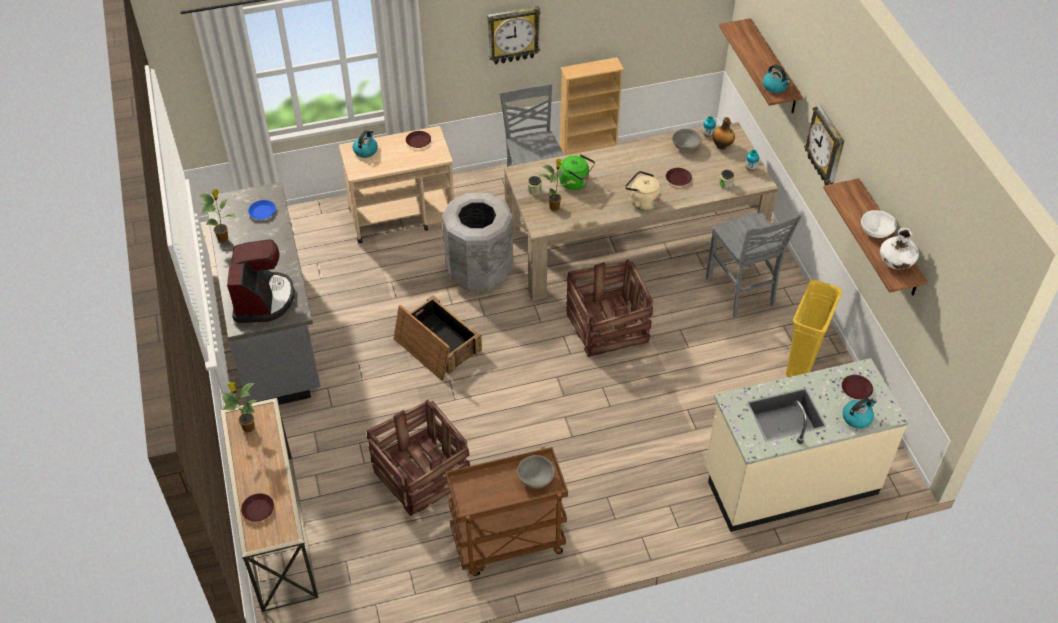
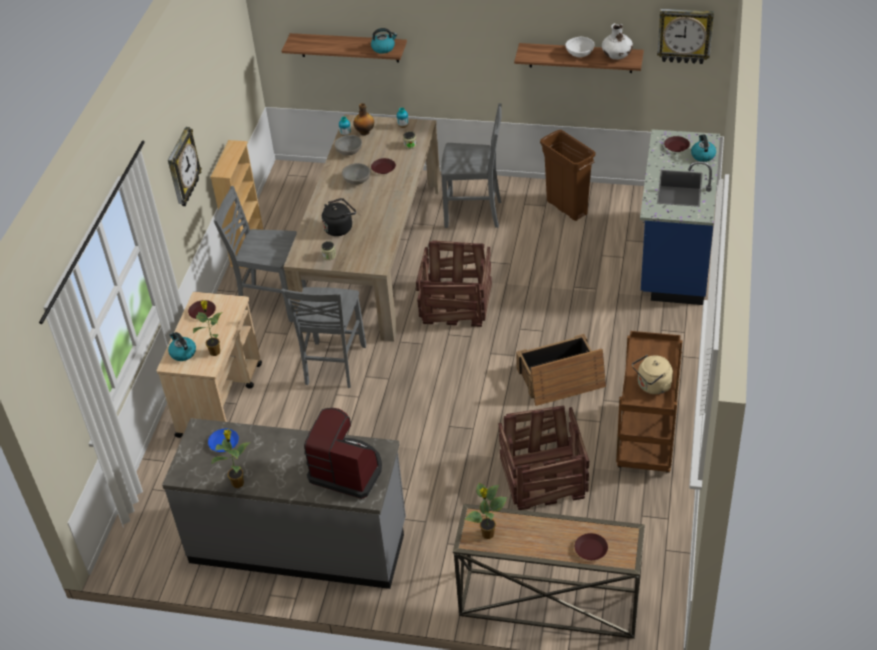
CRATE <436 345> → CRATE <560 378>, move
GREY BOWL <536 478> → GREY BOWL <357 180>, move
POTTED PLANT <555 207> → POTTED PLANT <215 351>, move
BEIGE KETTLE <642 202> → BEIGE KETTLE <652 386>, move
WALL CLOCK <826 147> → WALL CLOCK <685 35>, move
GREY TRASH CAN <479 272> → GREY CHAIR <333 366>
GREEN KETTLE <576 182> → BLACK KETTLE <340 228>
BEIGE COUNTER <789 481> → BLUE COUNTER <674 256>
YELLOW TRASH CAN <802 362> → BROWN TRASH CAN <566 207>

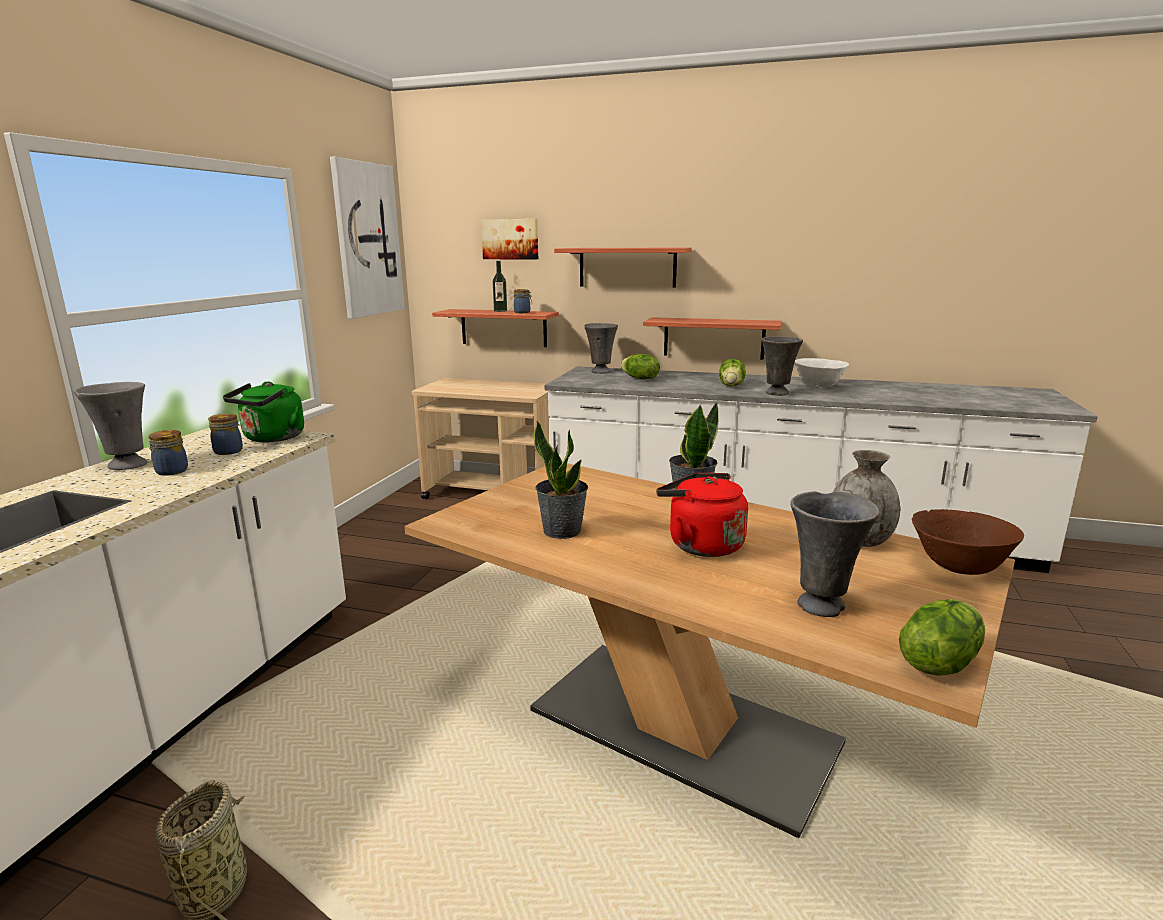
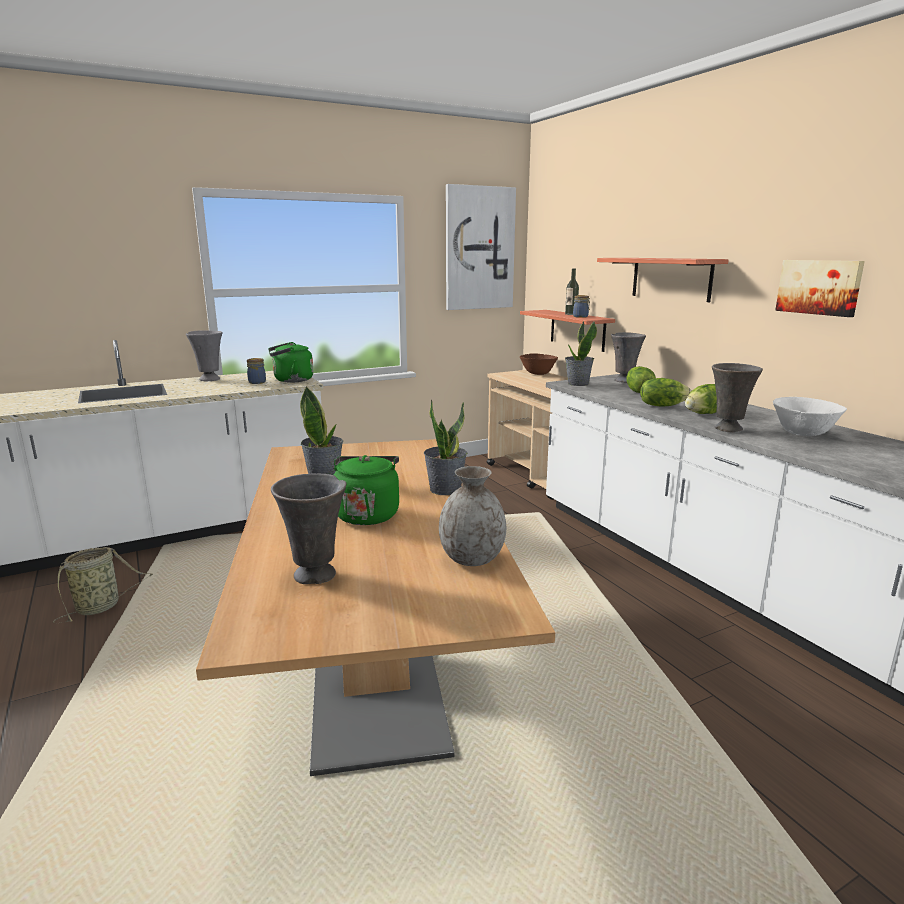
JAR <170 472> → -
SHELF <713 338> → -
- → POTTED PLANT <577 384>
PICTURE <510 239> → PICTURE <819 287>, move
LETTUCE <938 662> → LETTUCE <662 405>, move
BROWN BOWL <958 569> → BROWN BOWL <537 374>, move
RED KETTLE <701 544> → GREEN KETTLE <366 514>

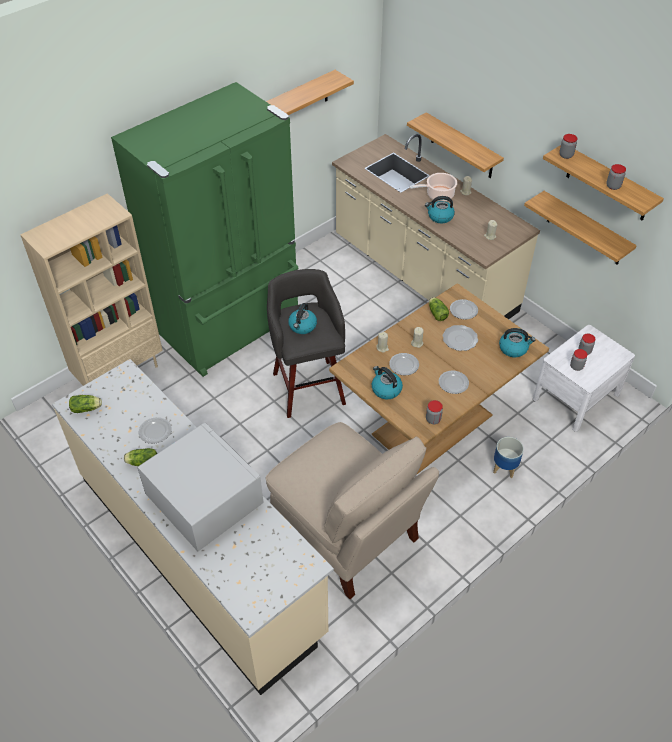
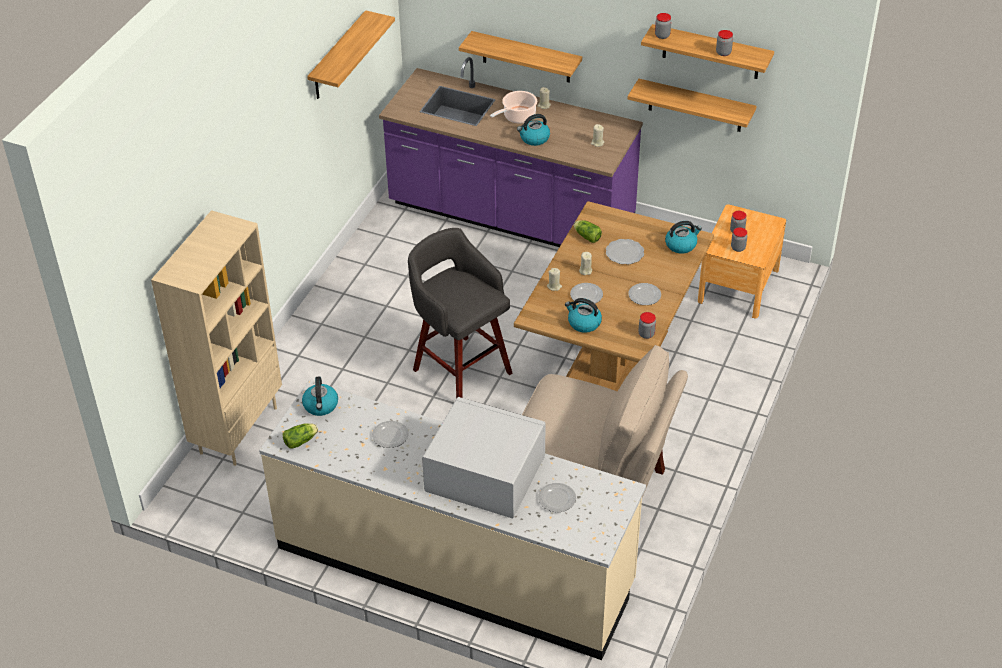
GREEN FRIDGE <231 327> → -
LETTUCE <142 463> → -
PLANTER <504 468> → -
KETTLE <302 326> → KETTLE <321 406>, move
PLATE <463 310> → PLATE <556 499>, move
BEIGE COUNTER <423 275> → PURPLE COUNTER <511 216>
WHITE NIGHTSTAND <576 397> → BROWN NIGHTSTAND <738 285>

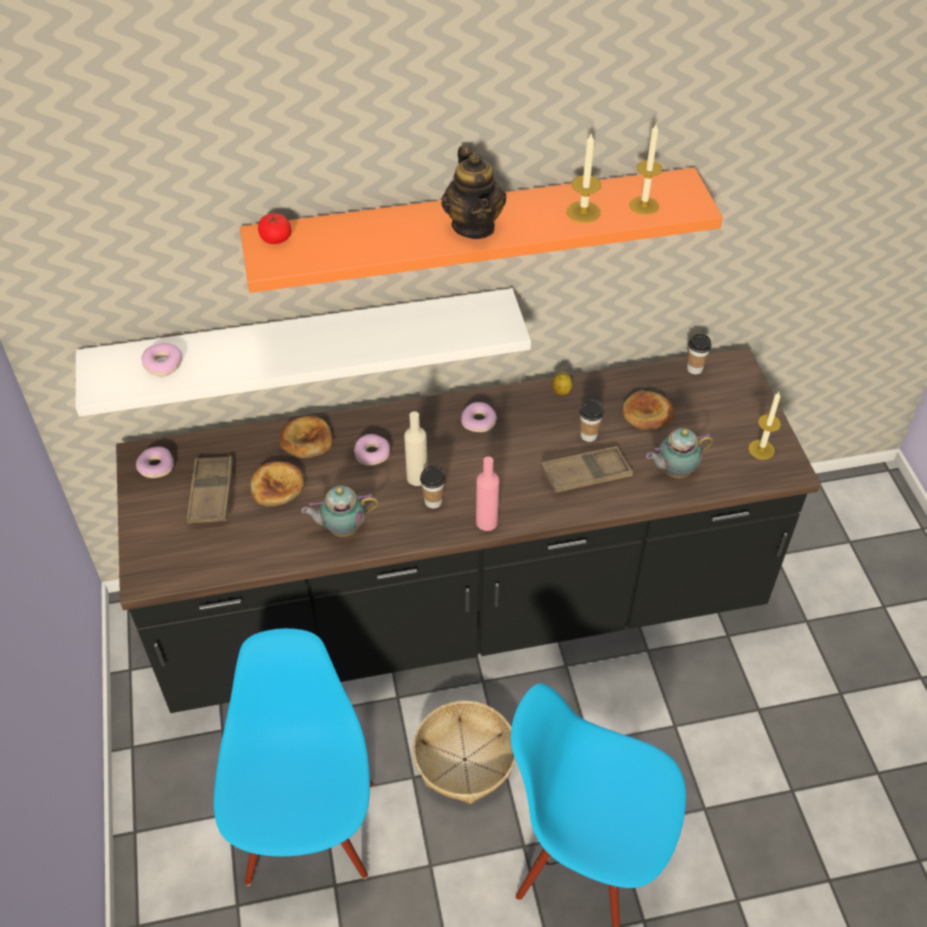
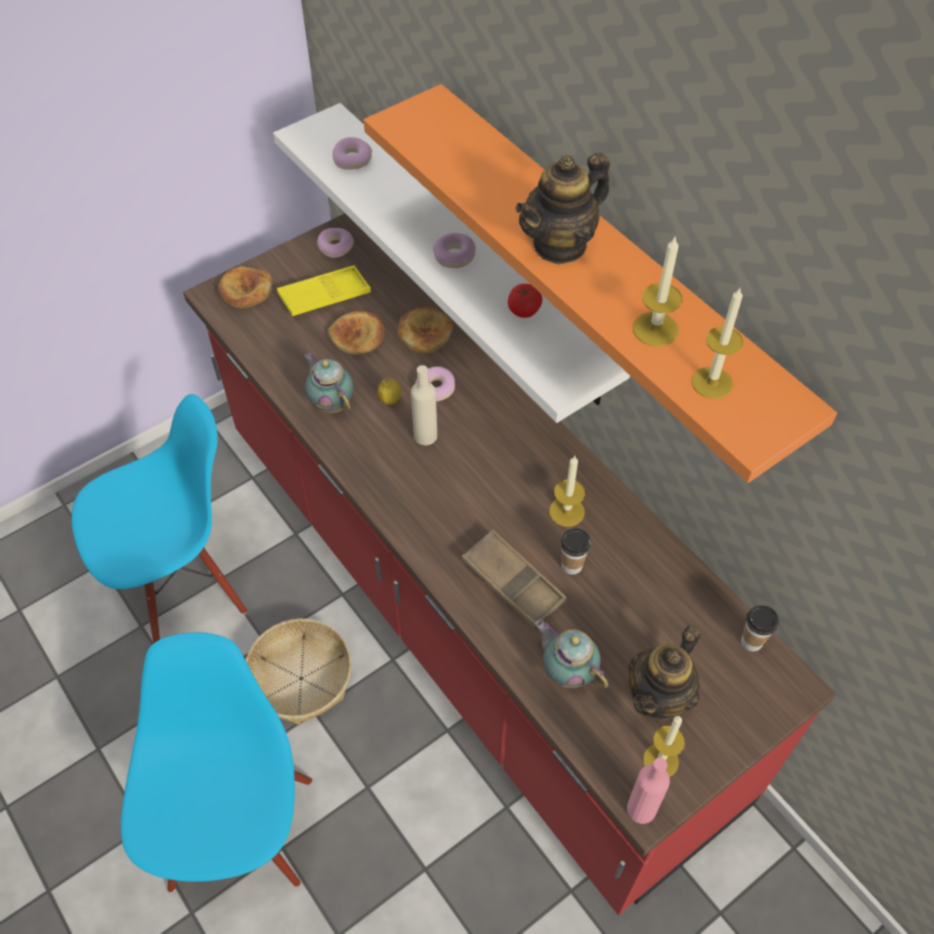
CUP <433 501> → -
- → CANDLE <566 511>
- → TEAPOT <659 696>
TOMATO <276 238> → TOMATO <524 310>, move
DONUT <479 421> → DONUT <454 256>, move
PINK BOTTLE <486 522> → PINK BOTTLE <641 809>, move
LEMON <561 392> → LEMON <390 400>, move
BREAD <647 413> → BREAD <245 290>, move
BLACK COUNTER <463 609> → RED COUNTER <466 608>
BROWN TRAY <211 494> → YELLOW TRAY <324 296>

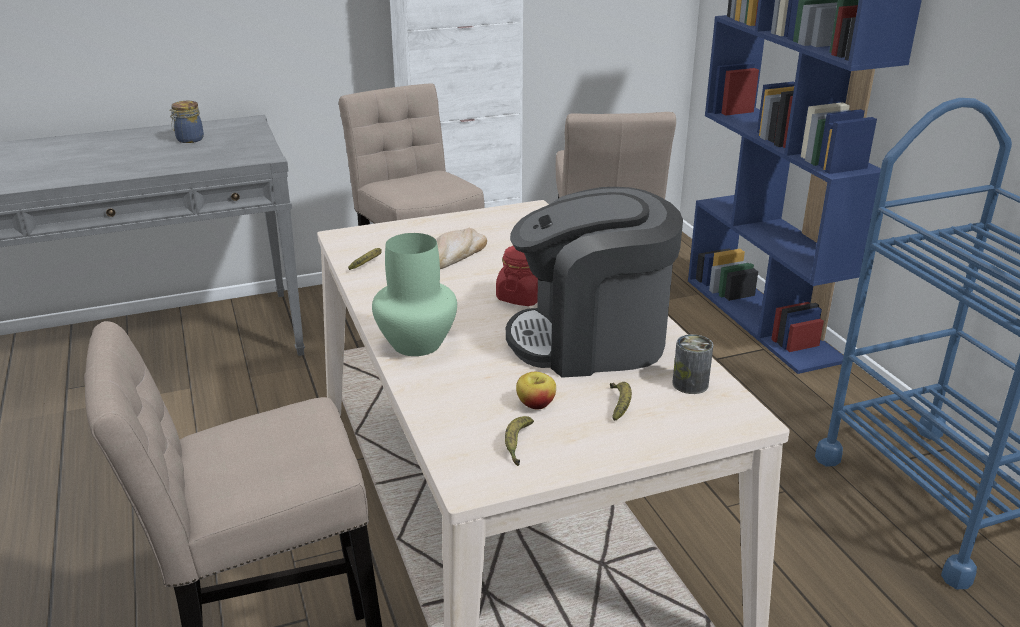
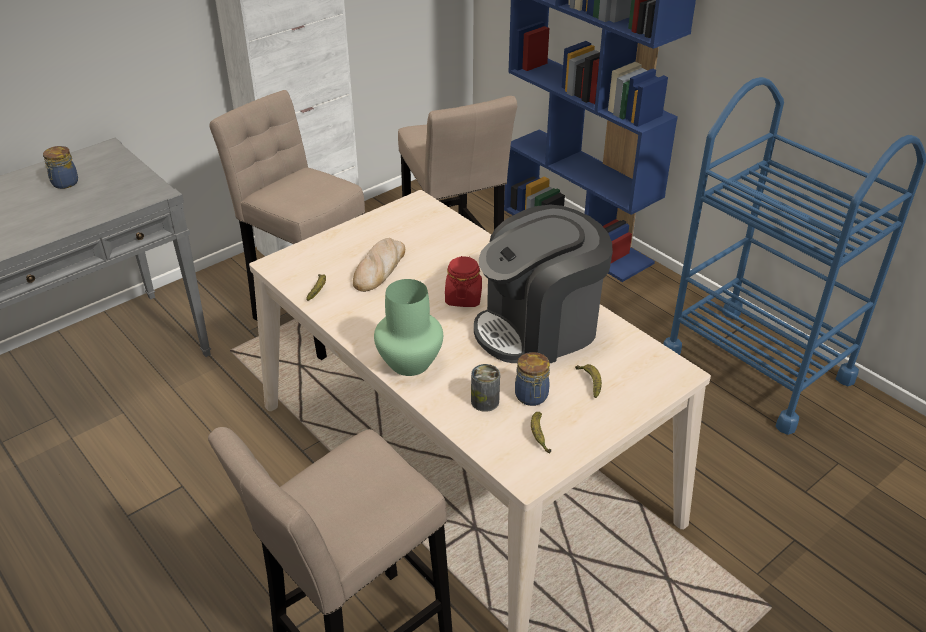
CAN <690 384> → CAN <485 401>, move
APPLE <535 404> → JAR <531 397>

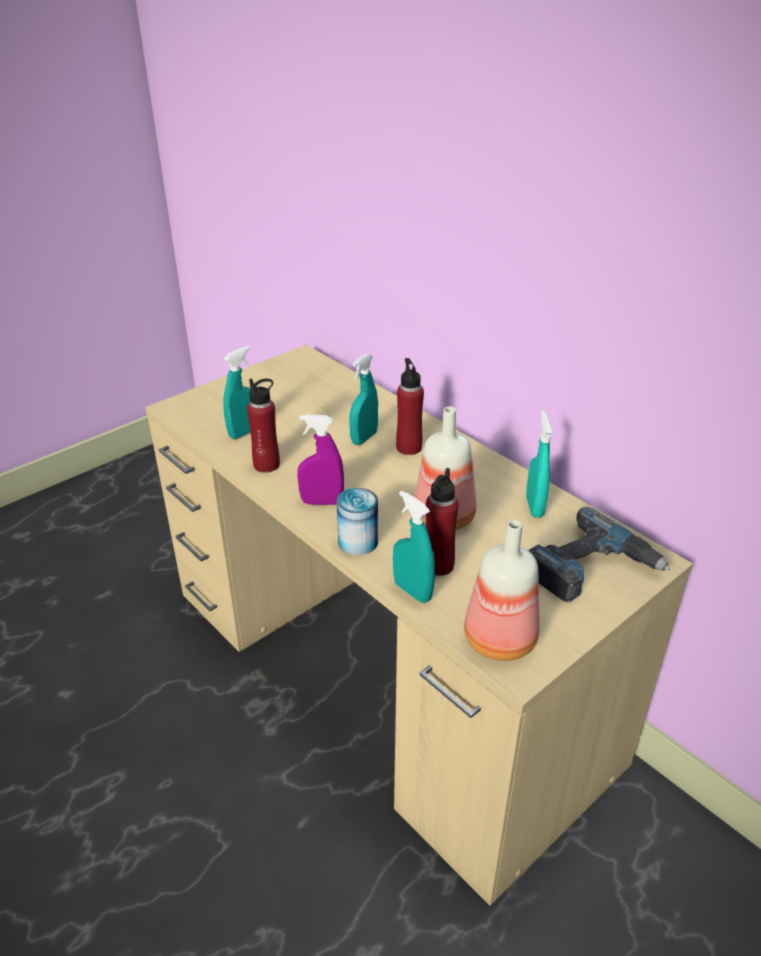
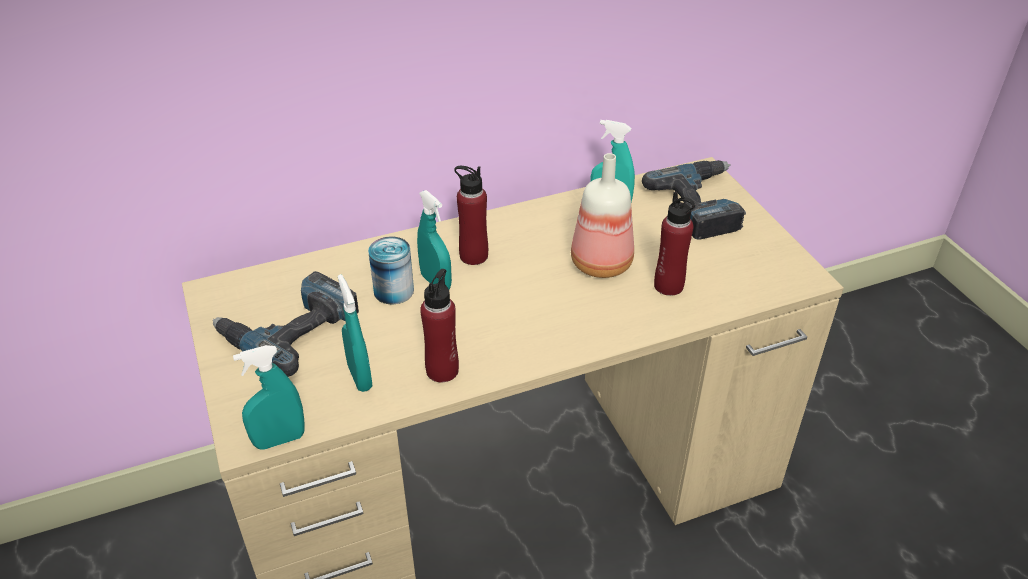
PURPLE SPRAY BOTTLE <322 502> → -
BOTTLE <497 639> → -
- → POWER DRILL <290 328>
CAN <358 542> → CAN <393 290>, move
TURQUOISE SPRAY BOTTLE <412 591> → TURQUOISE SPRAY BOTTLE <279 440>, move

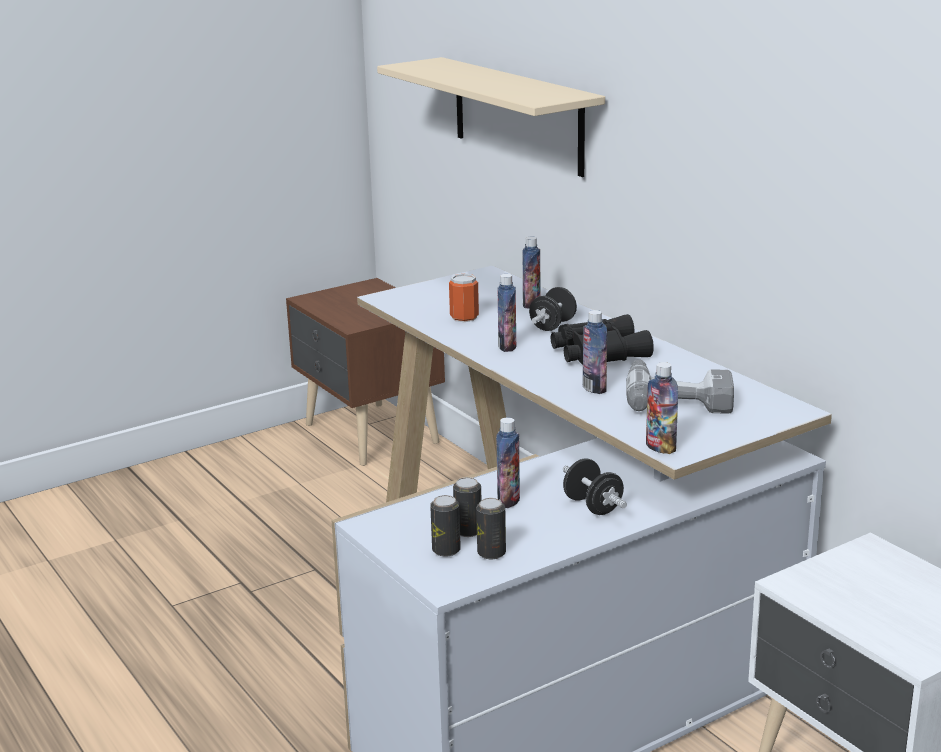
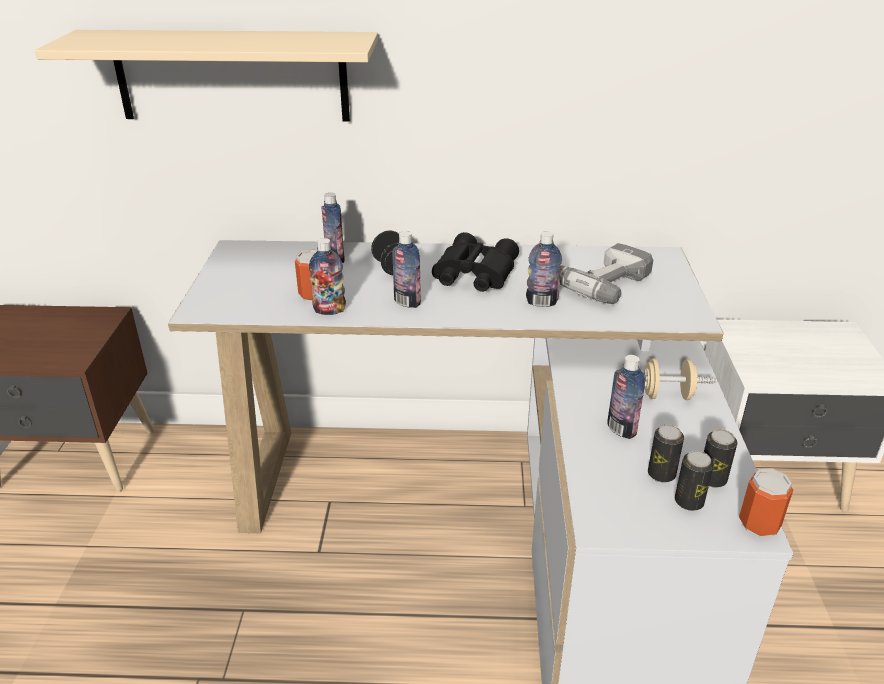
- → CAN <759 524>
BOTTLE <660 447> → BOTTLE <329 310>, move
BLACK DUMBBELL <593 506> → BEIGE DUMBBELL <666 395>

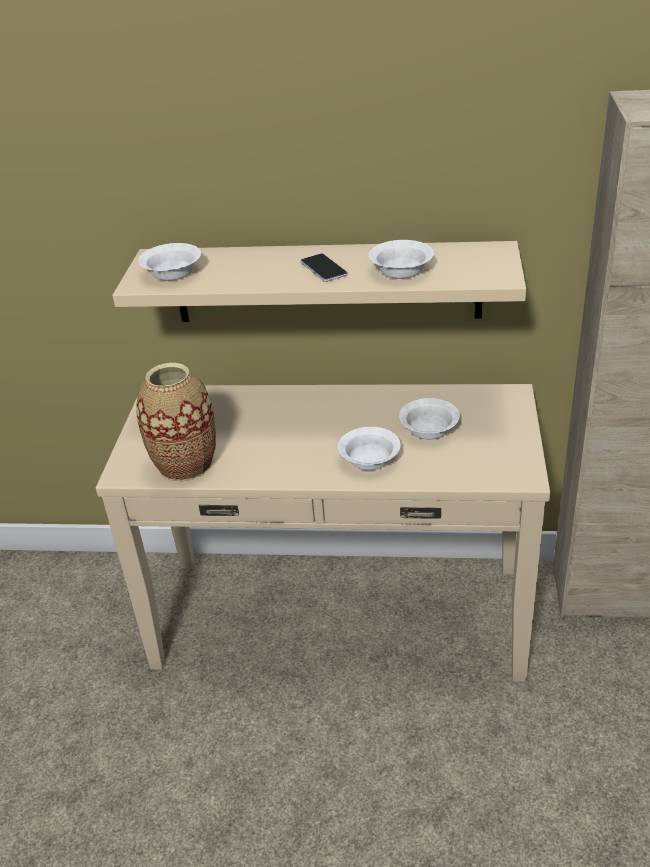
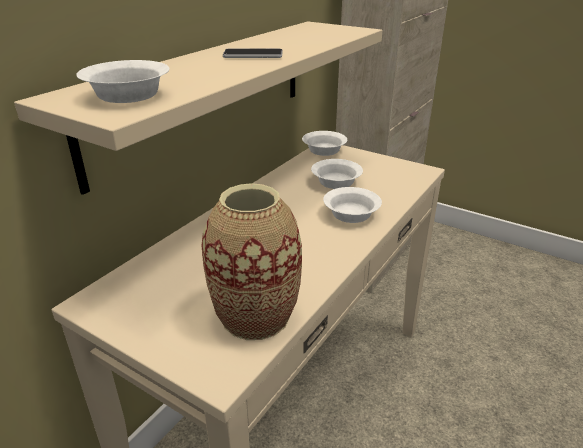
WHITE BOWL <400 270> → WHITE BOWL <323 151>, move

